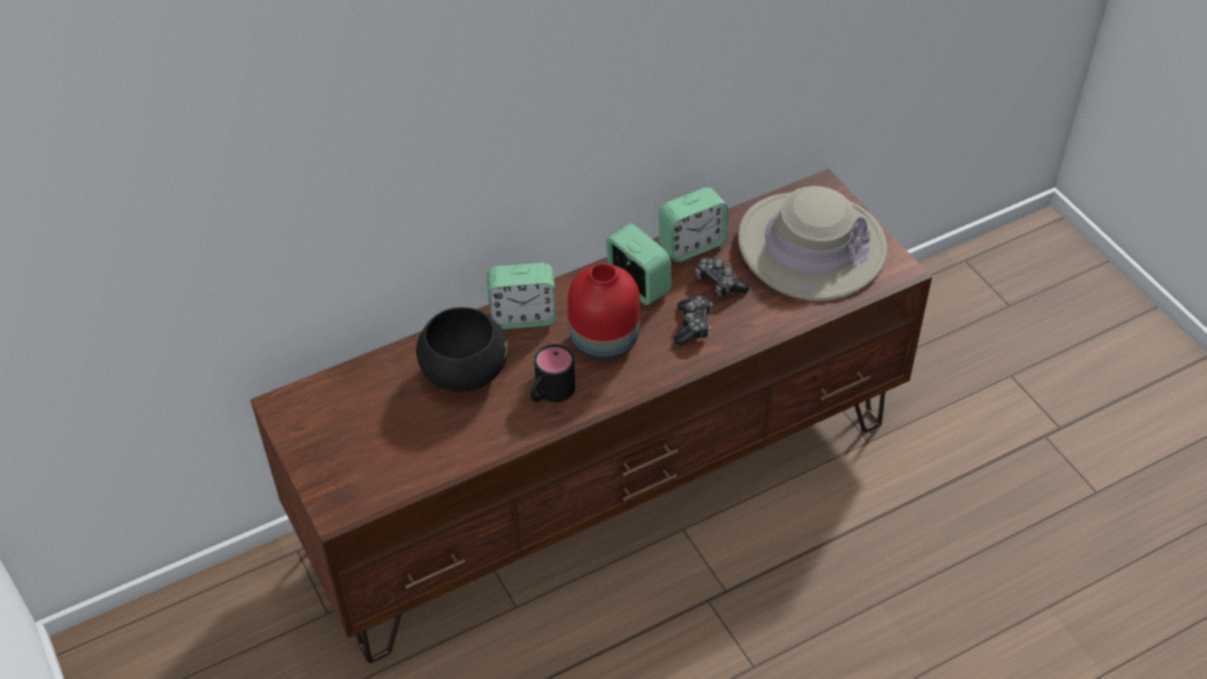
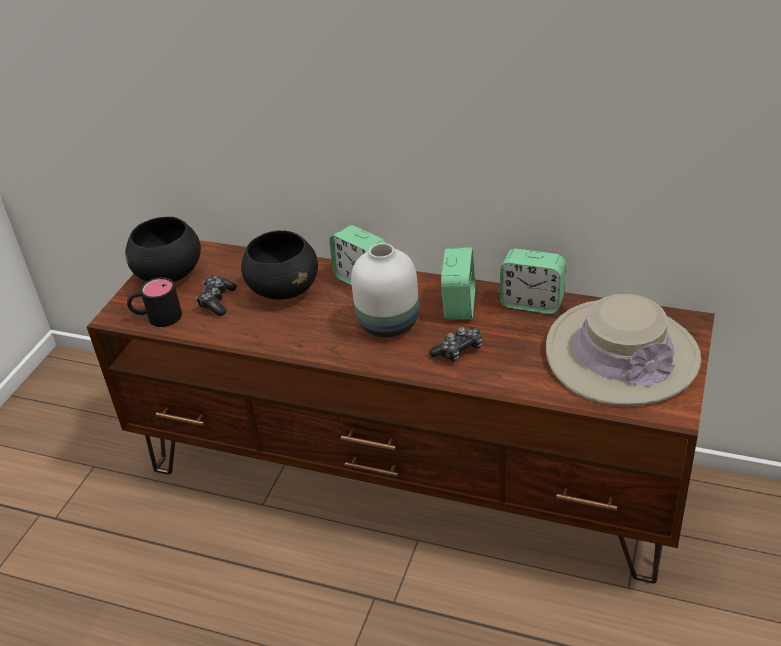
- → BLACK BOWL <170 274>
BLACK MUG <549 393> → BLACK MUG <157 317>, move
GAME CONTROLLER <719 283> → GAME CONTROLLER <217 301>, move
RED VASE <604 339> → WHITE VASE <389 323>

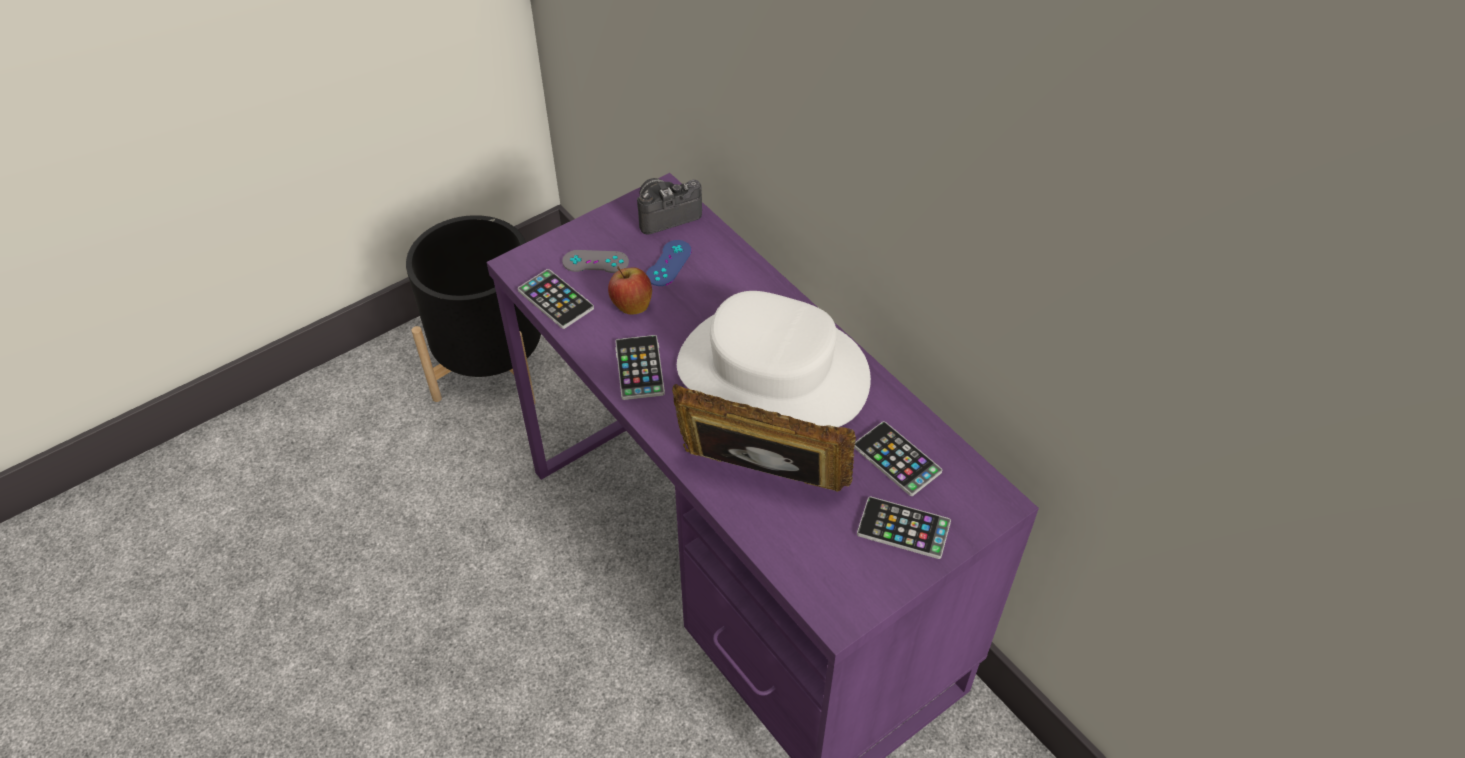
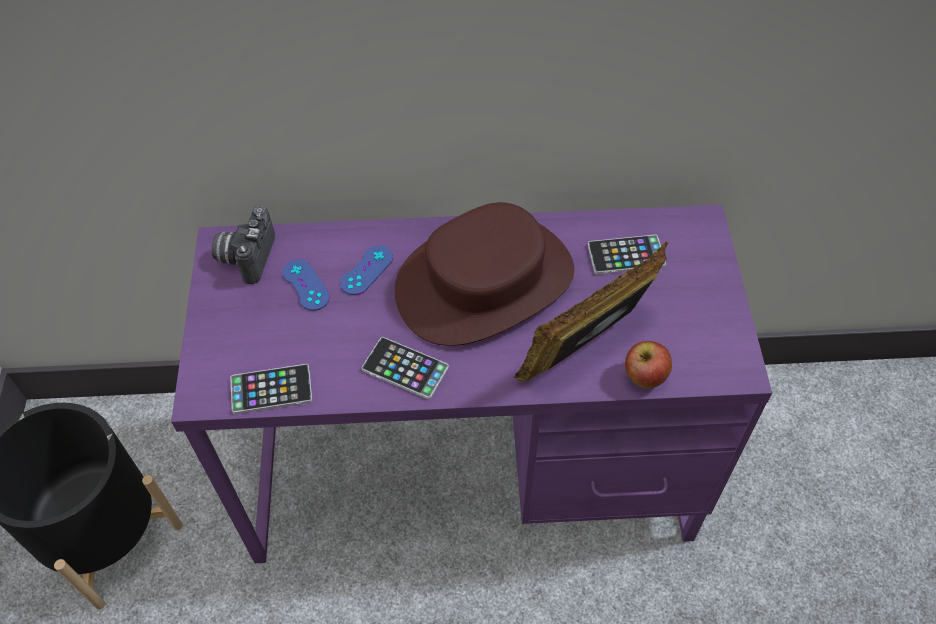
GREY GAME CONTROLLER <595 262> → -
PHONE <903 528> → -
- → BLUE GAME CONTROLLER <366 270>
APPLE <631 305> → APPLE <644 378>, move
WHITE HAT <772 373> → BROWN HAT <485 283>

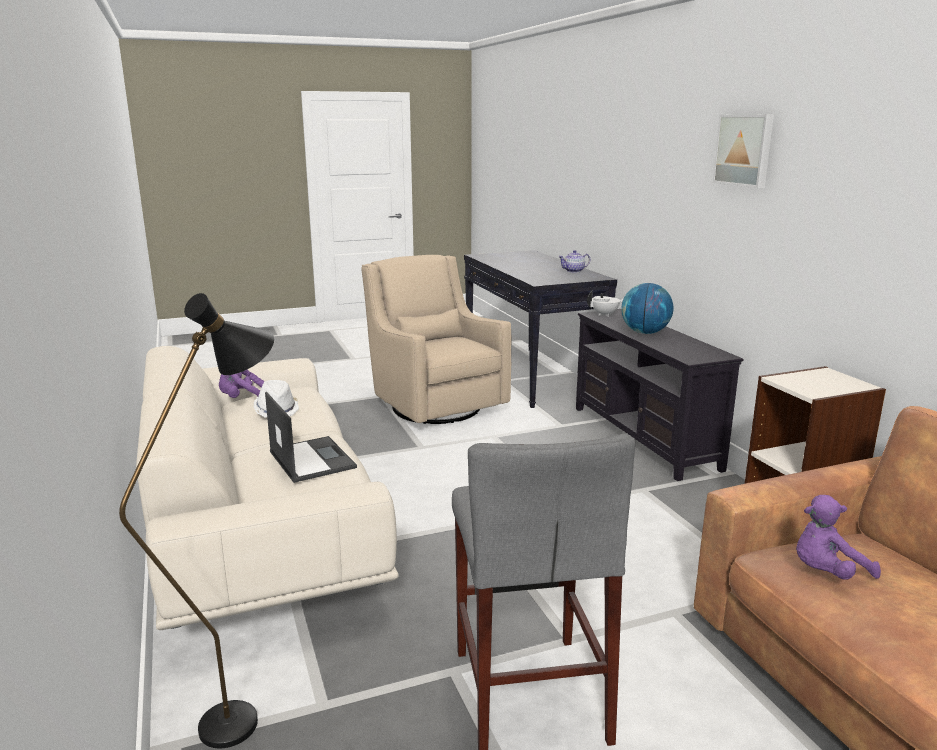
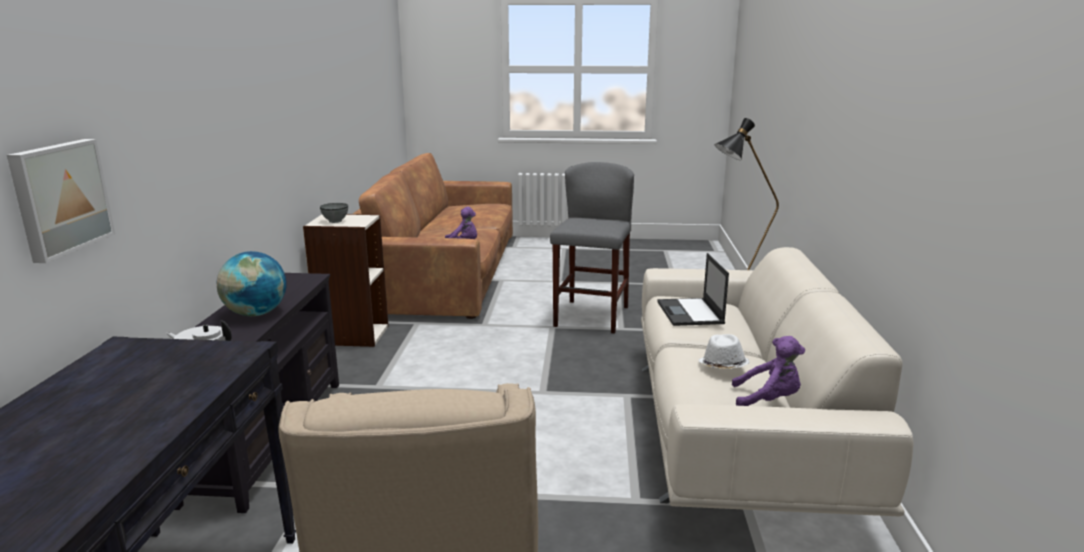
TEAPOT <574 271> → -
- → GREY BOWL <335 221>
PICTURE <745 150> → PICTURE <59 198>, move

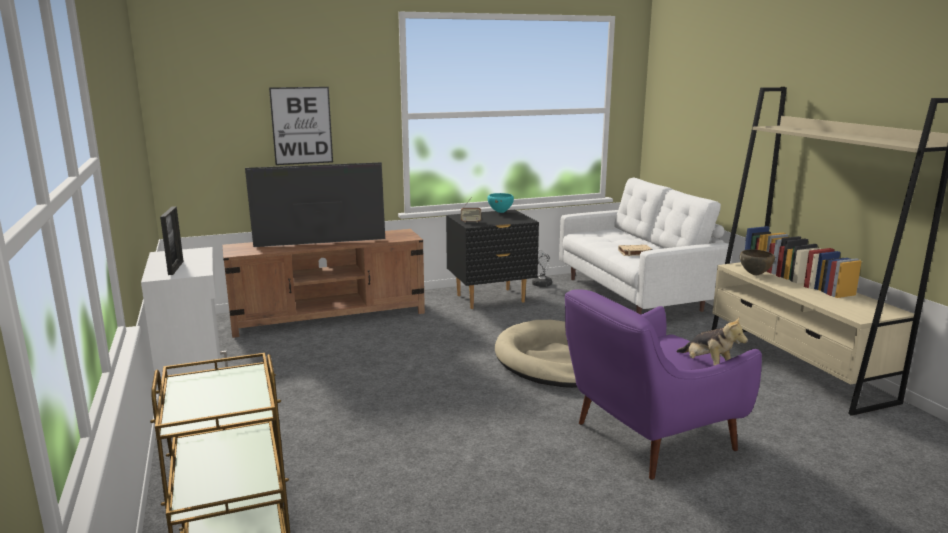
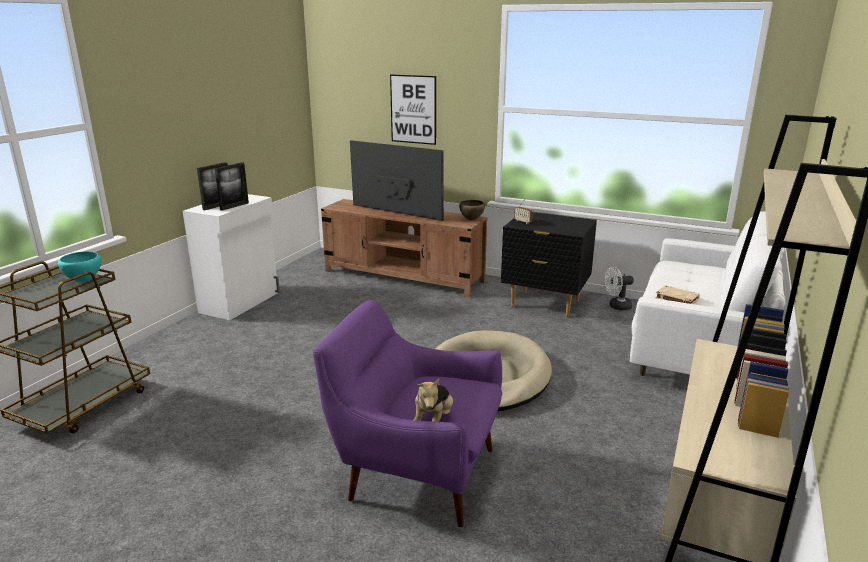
- → PICTURE FRAME <234 206>
TURQUOISE BOWL <500 212> → TURQUOISE BOWL <84 281>, move
BROWN BOWL <755 274> → BROWN BOWL <472 219>, move

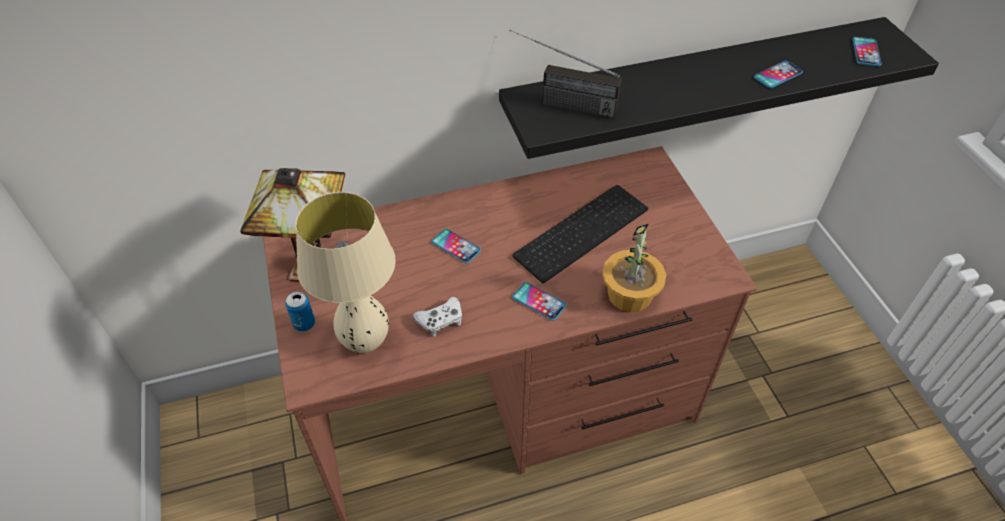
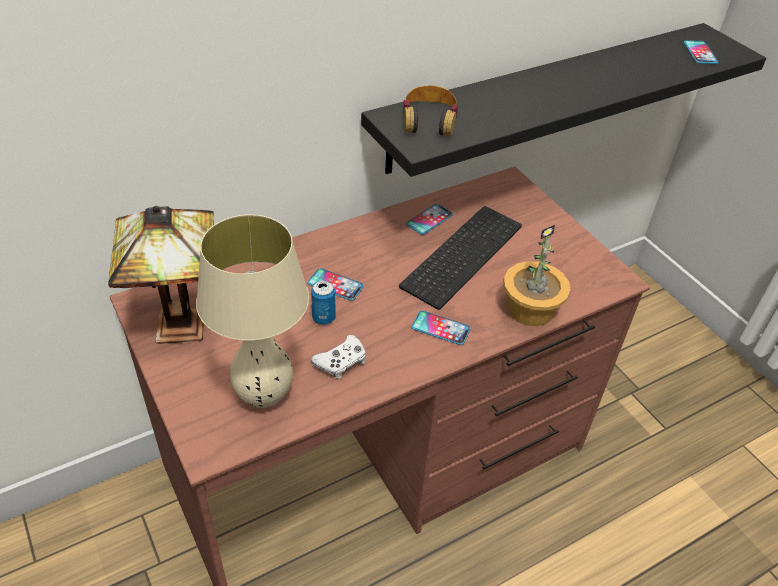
CAN <304 324> → CAN <323 318>, move
PHONE <778 75> → PHONE <429 220>, move
RADIO <560 103> → HEADPHONES <429 119>

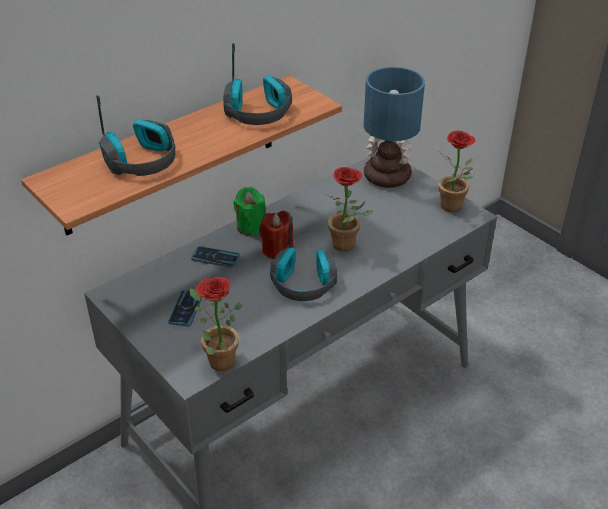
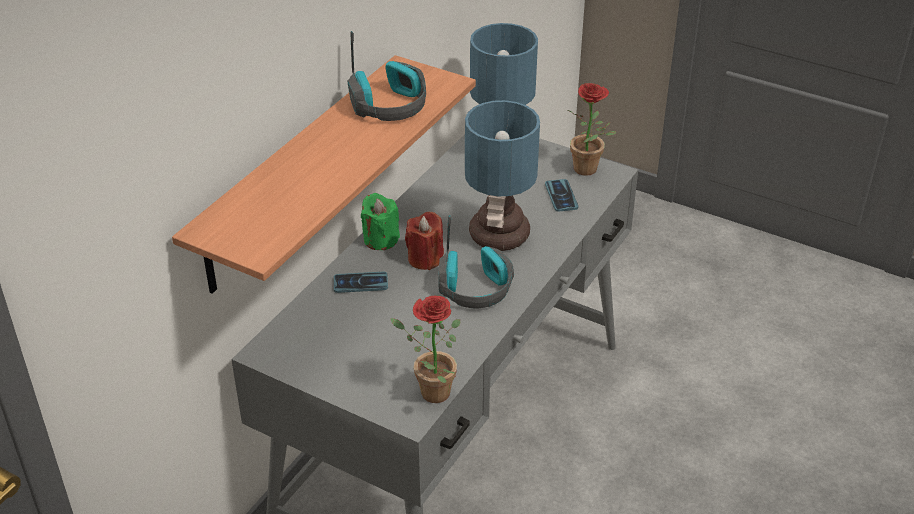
HEADPHONES <142 160> → -
PHONE <186 309> → PHONE <561 196>, move
POTTED PLANT <348 246> → TABLE LAMP <500 236>

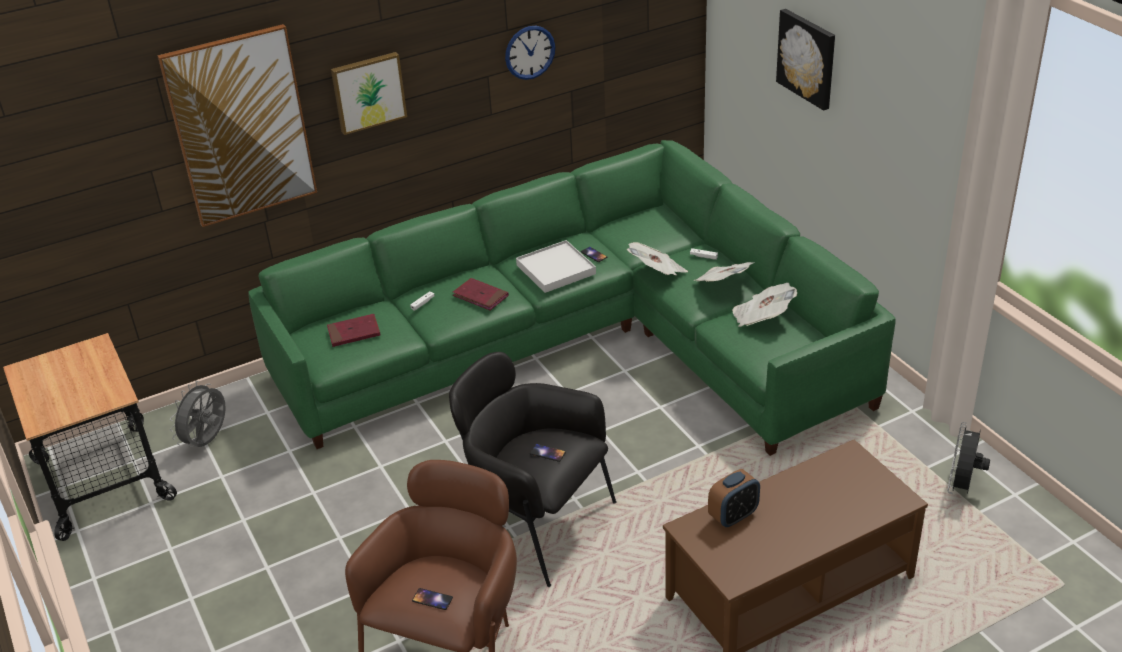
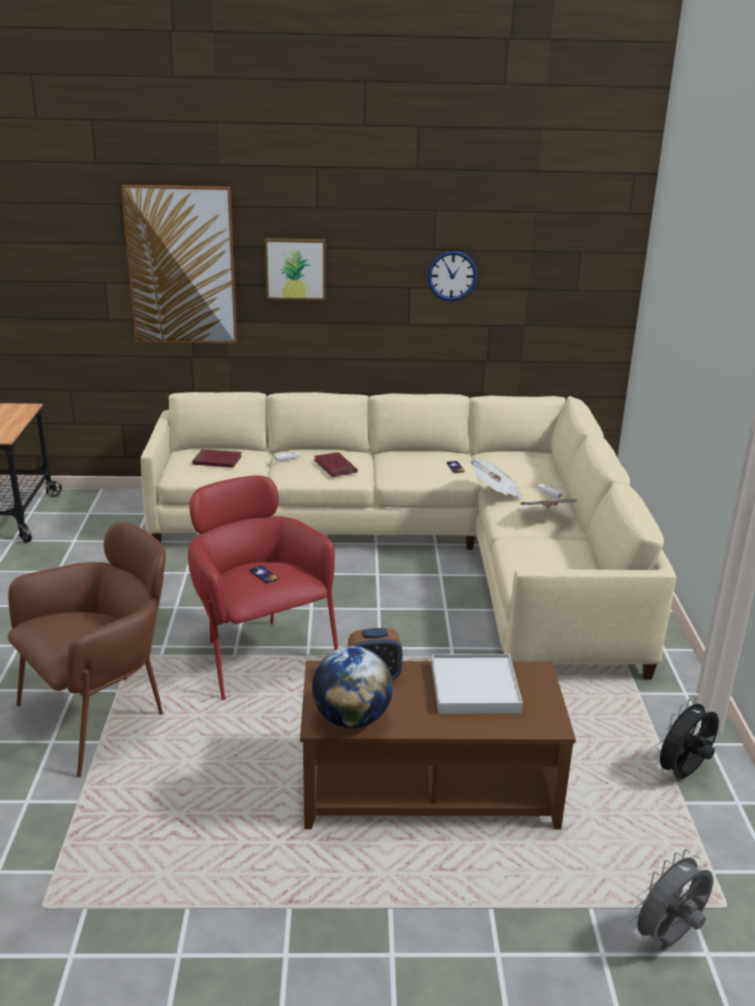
PHONE <432 599> → -
NEWSPAPER <762 318> → -
PICTURE <808 58> → -
- → GLOBE <351 719>
GREY FAN <208 441> → GREY FAN <667 939>, move
WHITE TRAY <556 269> → WHITE TRAY <475 687>, move
GREEN SOFA <586 344> → BEIGE SOFA <426 547>
BLACK ARMCHAIR <535 524> → RED ARMCHAIR <259 653>

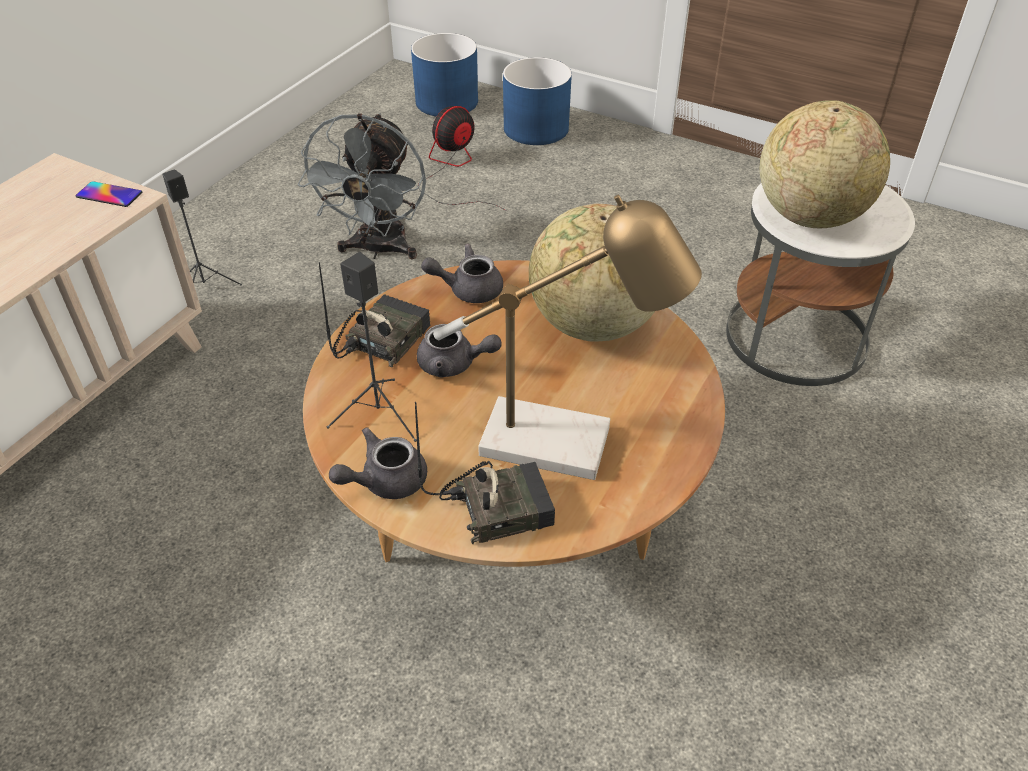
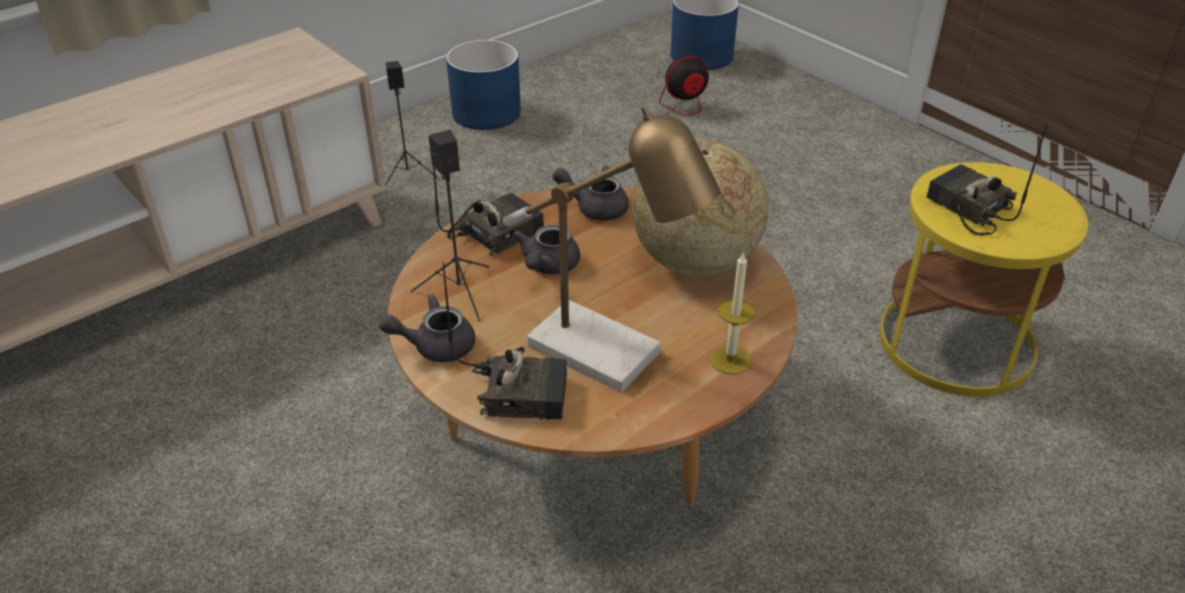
PHONE <109 195> → -
GREY FAN <378 250> → -
- → CANDLE <730 359>
BLUE PLANTER <537 129> → BLUE PLANTER <487 113>, move
GLOBE <809 216> → RADIO <967 208>
WHITE SIDE TABLE <797 337> → YELLOW SIDE TABLE <957 343>
GREY TEAPOT <454 364> → GREY TEAPOT <547 266>, 75 degrees clockwise

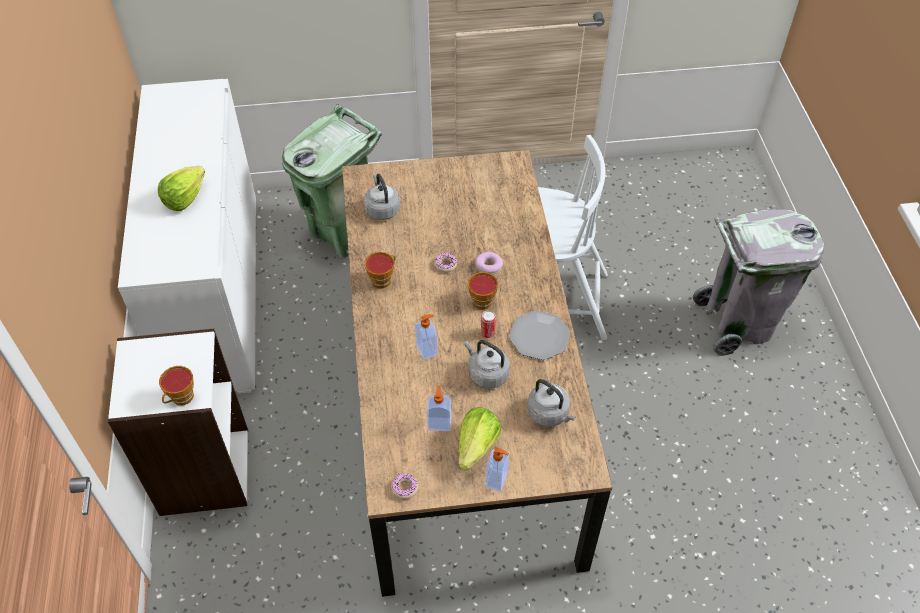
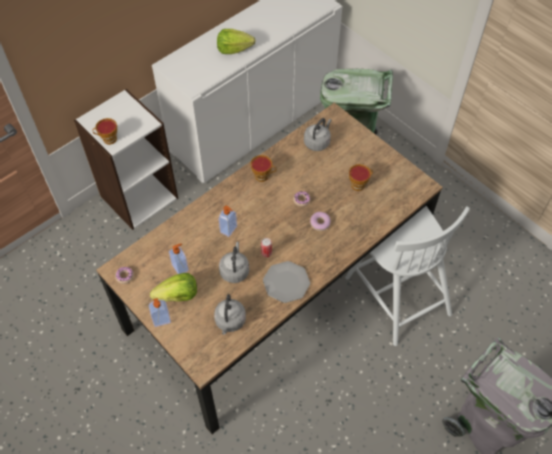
CUP <482 299> → CUP <359 184>, move

